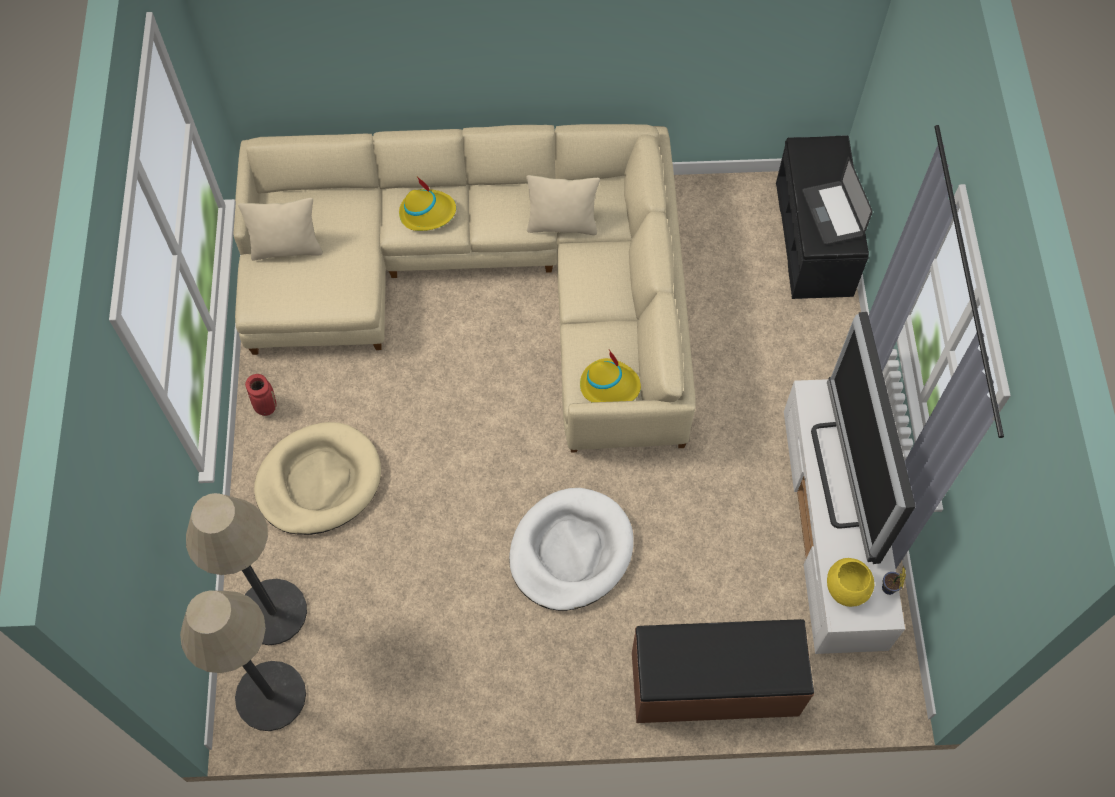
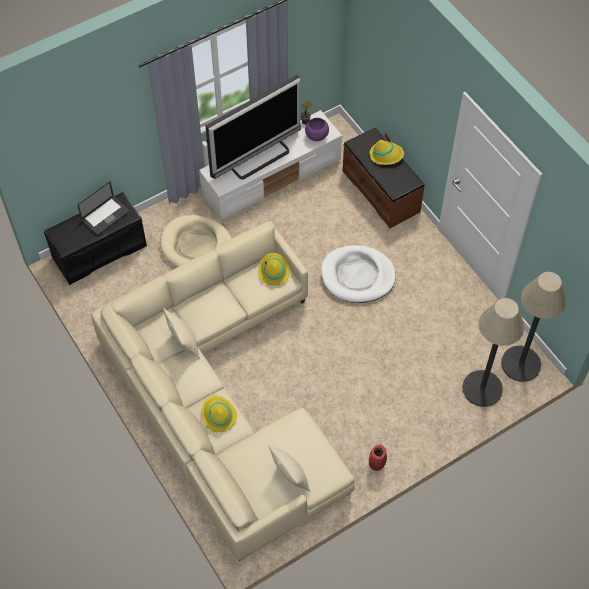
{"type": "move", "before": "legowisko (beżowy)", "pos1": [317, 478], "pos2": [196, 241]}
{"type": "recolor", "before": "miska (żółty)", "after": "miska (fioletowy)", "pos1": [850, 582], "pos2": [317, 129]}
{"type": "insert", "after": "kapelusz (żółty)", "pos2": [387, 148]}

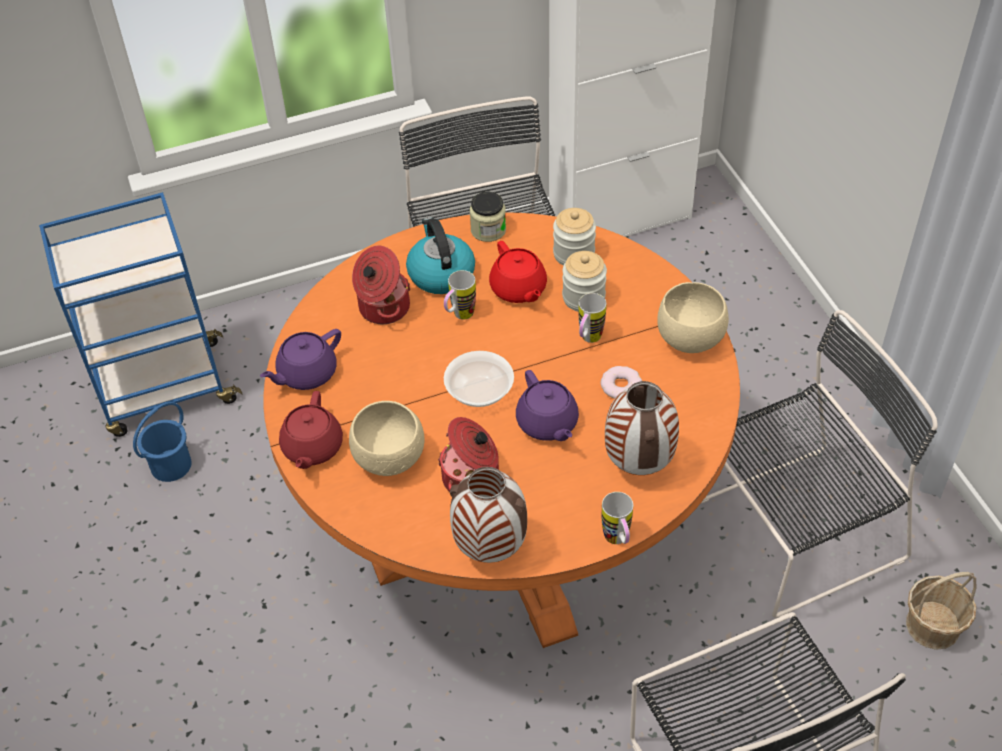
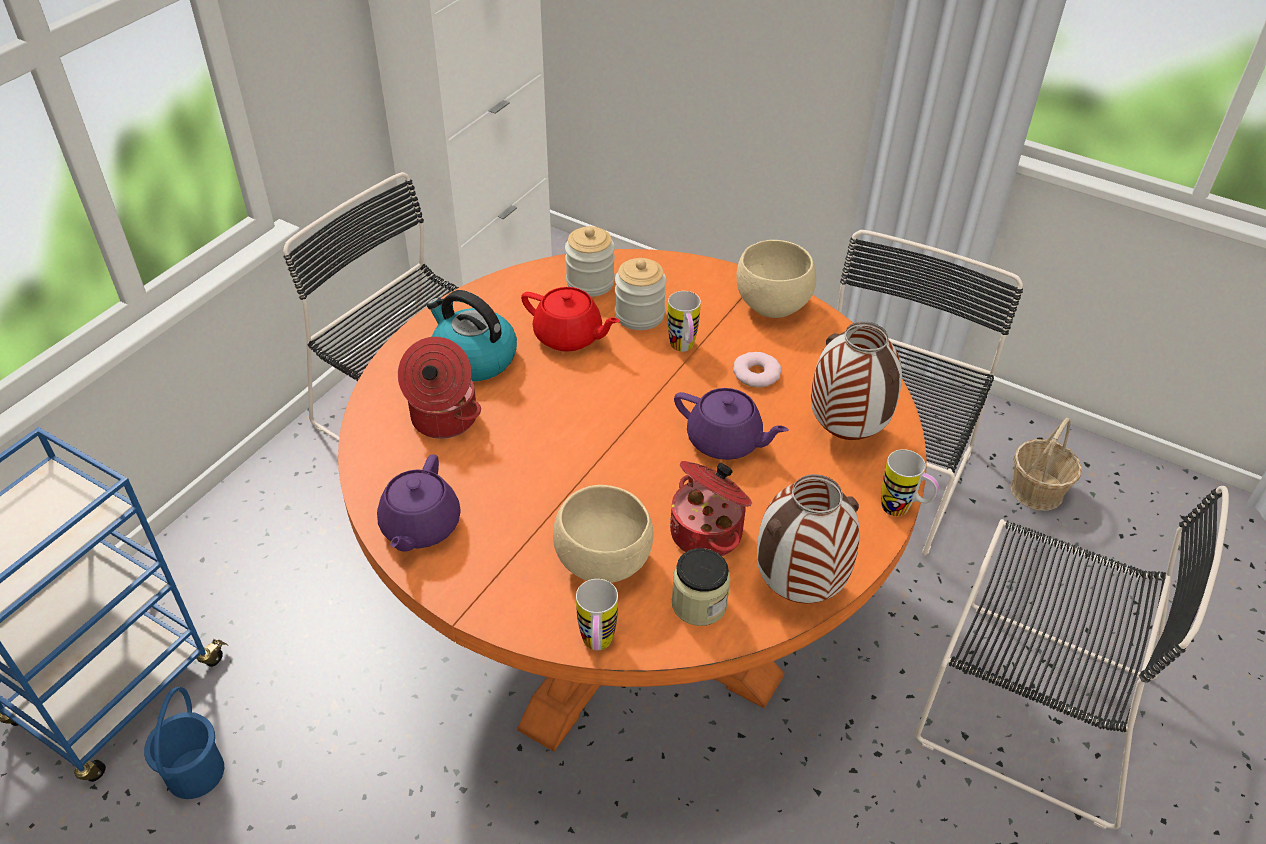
{"type": "move", "before": "kubek", "pos1": [460, 295], "pos2": [597, 614]}
{"type": "move", "before": "słoik", "pos1": [488, 217], "pos2": [701, 587]}
{"type": "delete", "before": "imbryk (czerwony)", "pos1": [311, 430]}
{"type": "delete", "before": "miska", "pos1": [479, 379]}

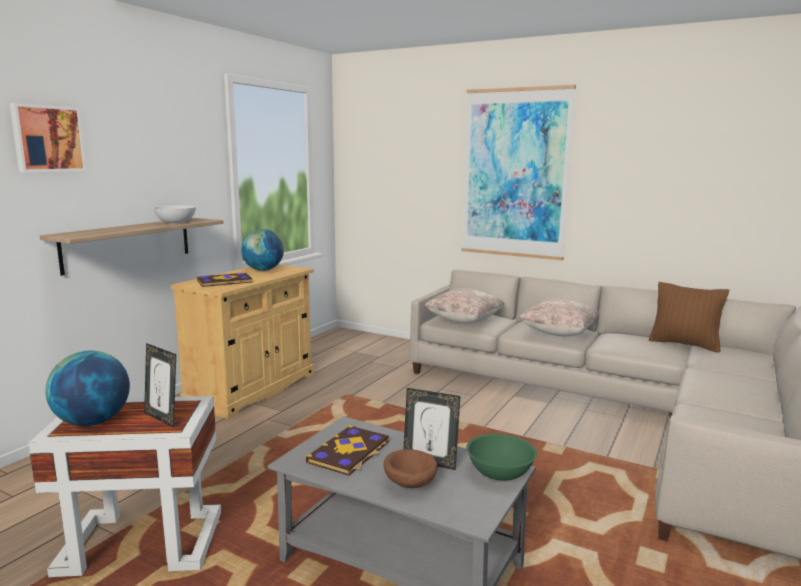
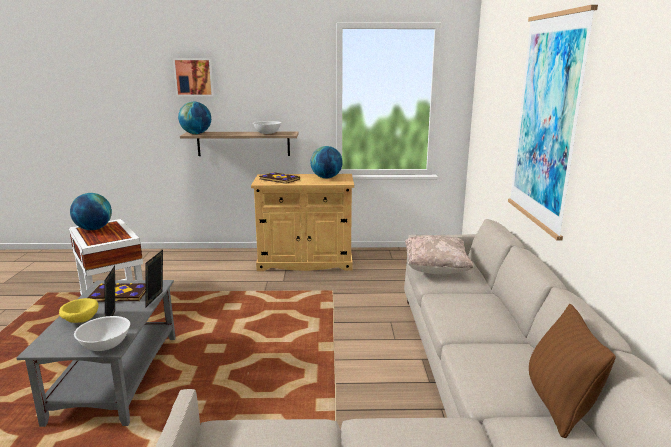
{"type": "recolor", "before": "miska (brązowy)", "after": "miska (żółty)", "pos1": [411, 468], "pos2": [78, 310]}
{"type": "recolor", "before": "miska (zielony)", "after": "miska (biały)", "pos1": [501, 457], "pos2": [102, 333]}
{"type": "move", "before": "ramka na zdjęcie", "pos1": [160, 385], "pos2": [154, 278]}
{"type": "insert", "after": "globus", "pos2": [194, 118]}
{"type": "delete", "before": "poduszka (beżowy)", "pos1": [559, 317]}

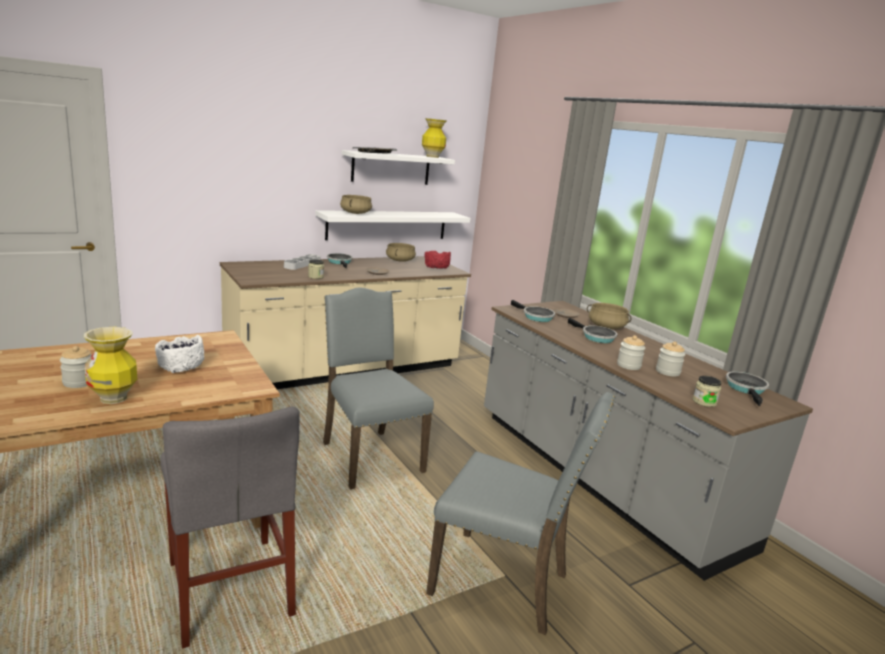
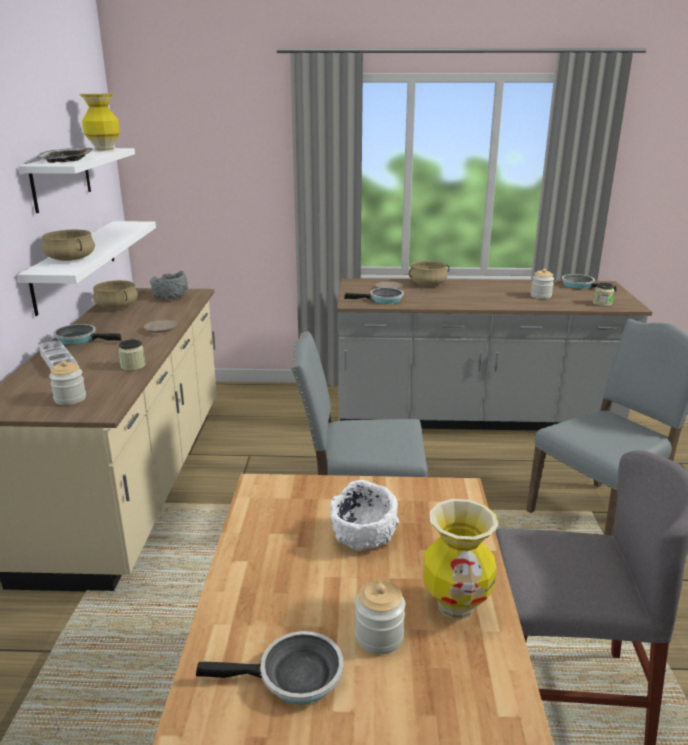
{"type": "move", "before": "słoik", "pos1": [631, 352], "pos2": [67, 383]}
{"type": "recolor", "before": "miska (czerwony)", "after": "miska (szary)", "pos1": [437, 260], "pos2": [169, 285]}
{"type": "move", "before": "patelnia", "pos1": [592, 330], "pos2": [270, 667]}

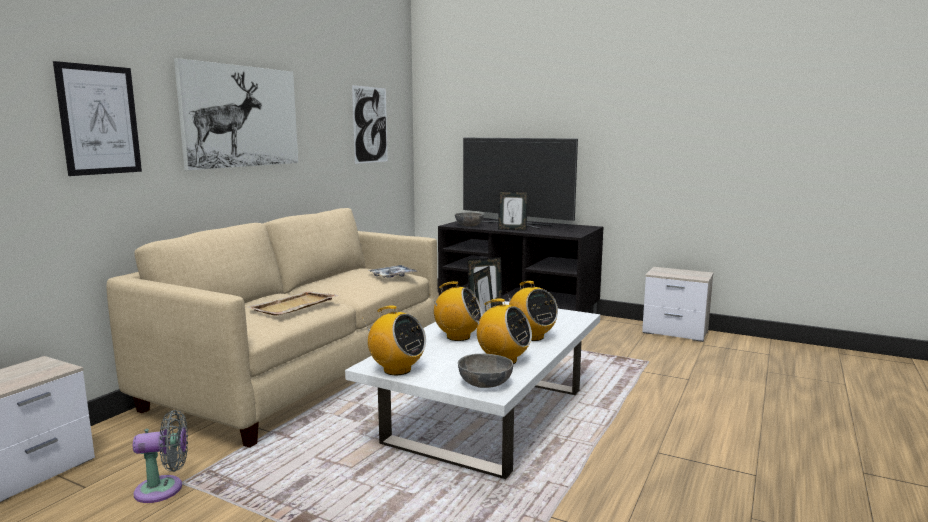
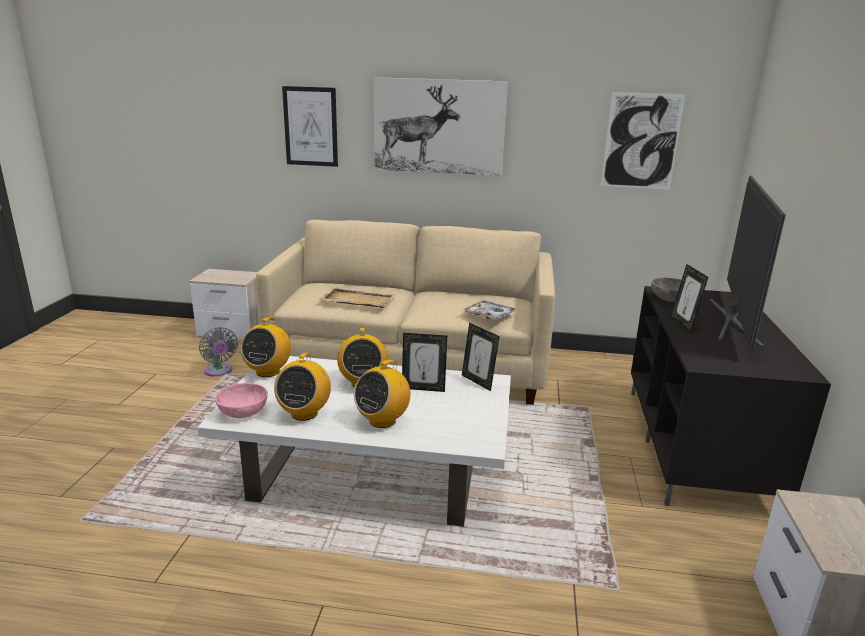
{"type": "recolor", "before": "miska (szary)", "after": "miska (różowy)", "pos1": [485, 371], "pos2": [241, 400]}

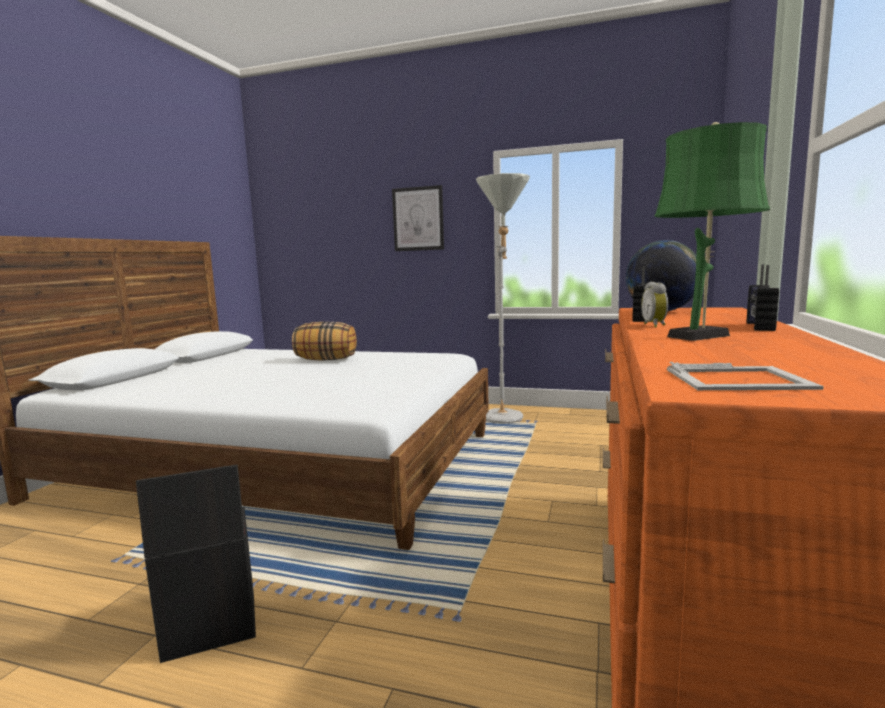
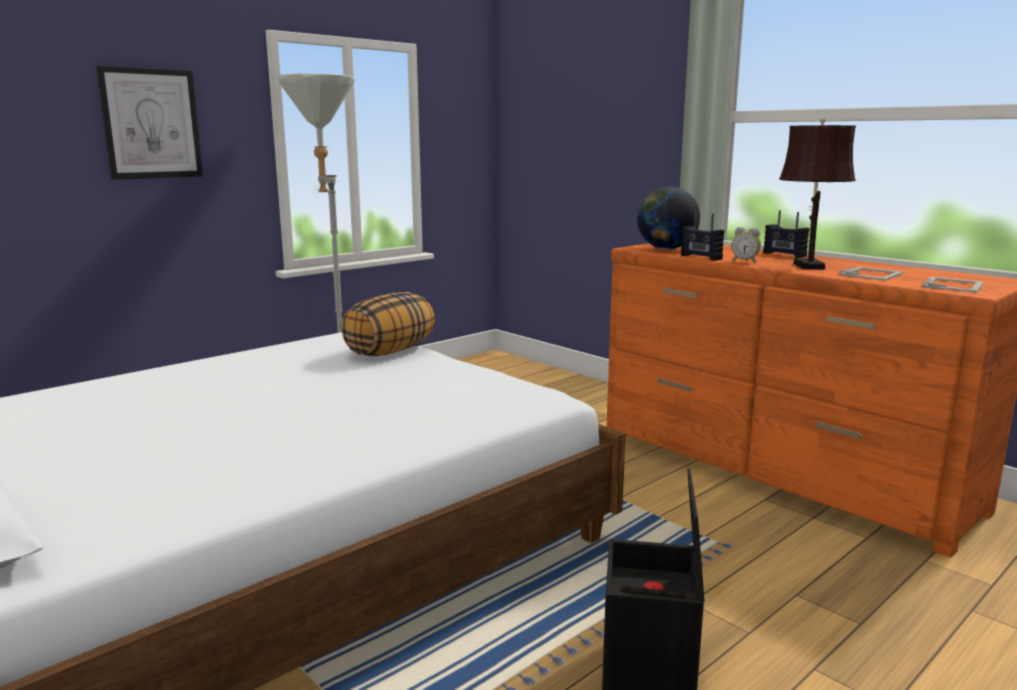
{"type": "move", "before": "poduszka", "pos1": [324, 341], "pos2": [388, 324]}
{"type": "recolor", "before": "lampa stołowa (zielony)", "after": "lampa stołowa (brązowy)", "pos1": [712, 231], "pos2": [817, 193]}
{"type": "insert", "after": "ramka na zdjęcie", "pos2": [871, 274]}

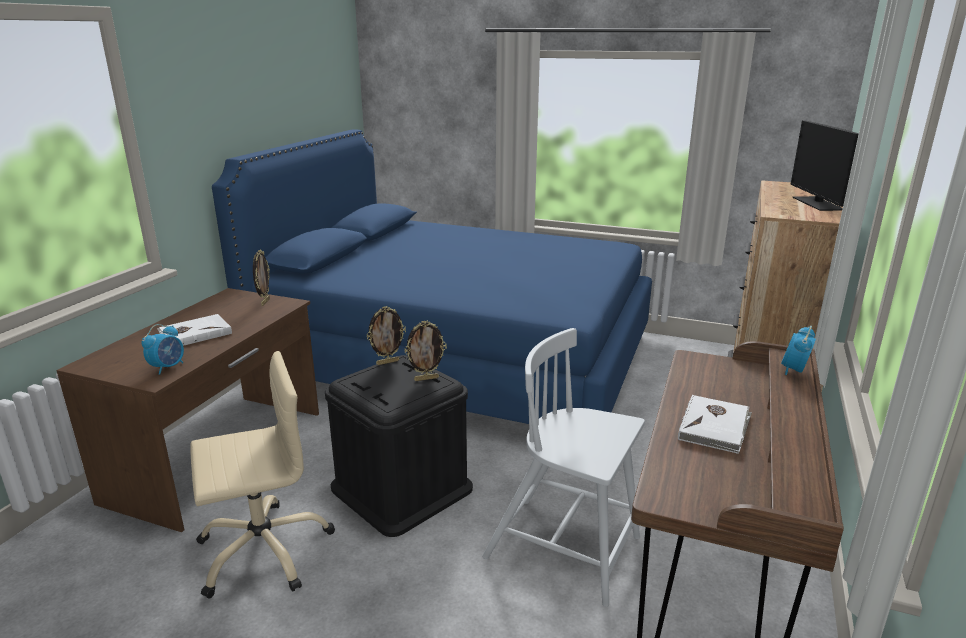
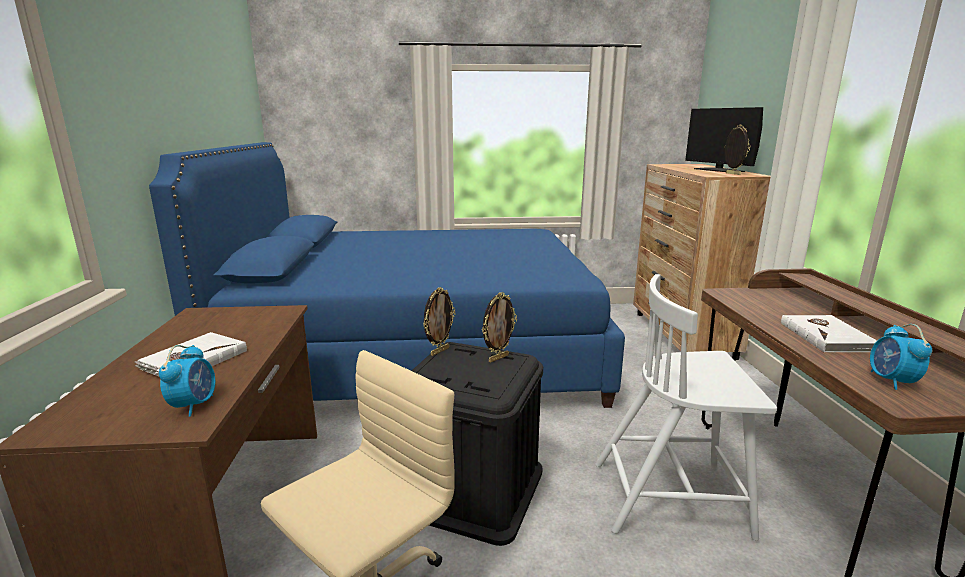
{"type": "move", "before": "ramka na zdjęcie", "pos1": [261, 277], "pos2": [738, 149]}
{"type": "move", "before": "budzik", "pos1": [798, 350], "pos2": [901, 357]}

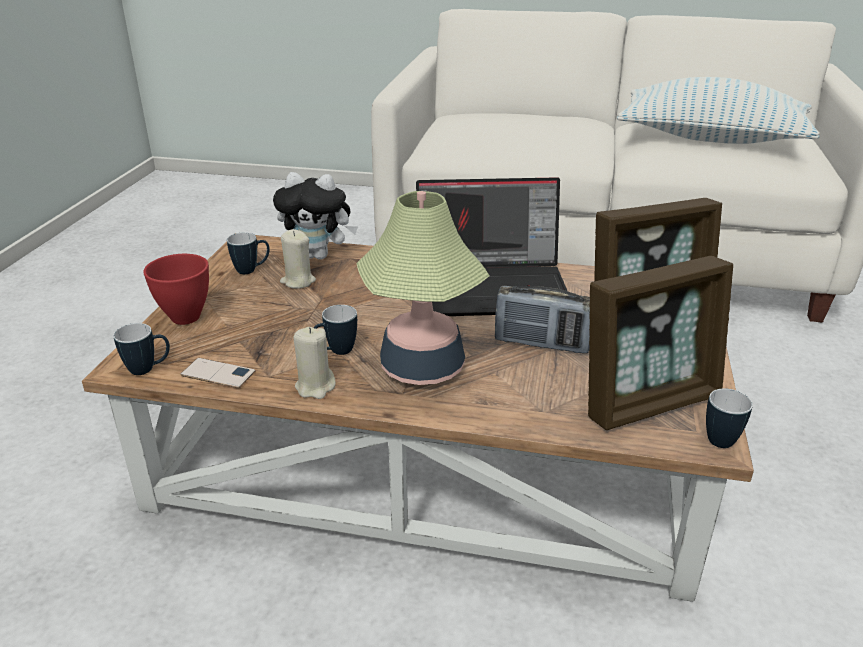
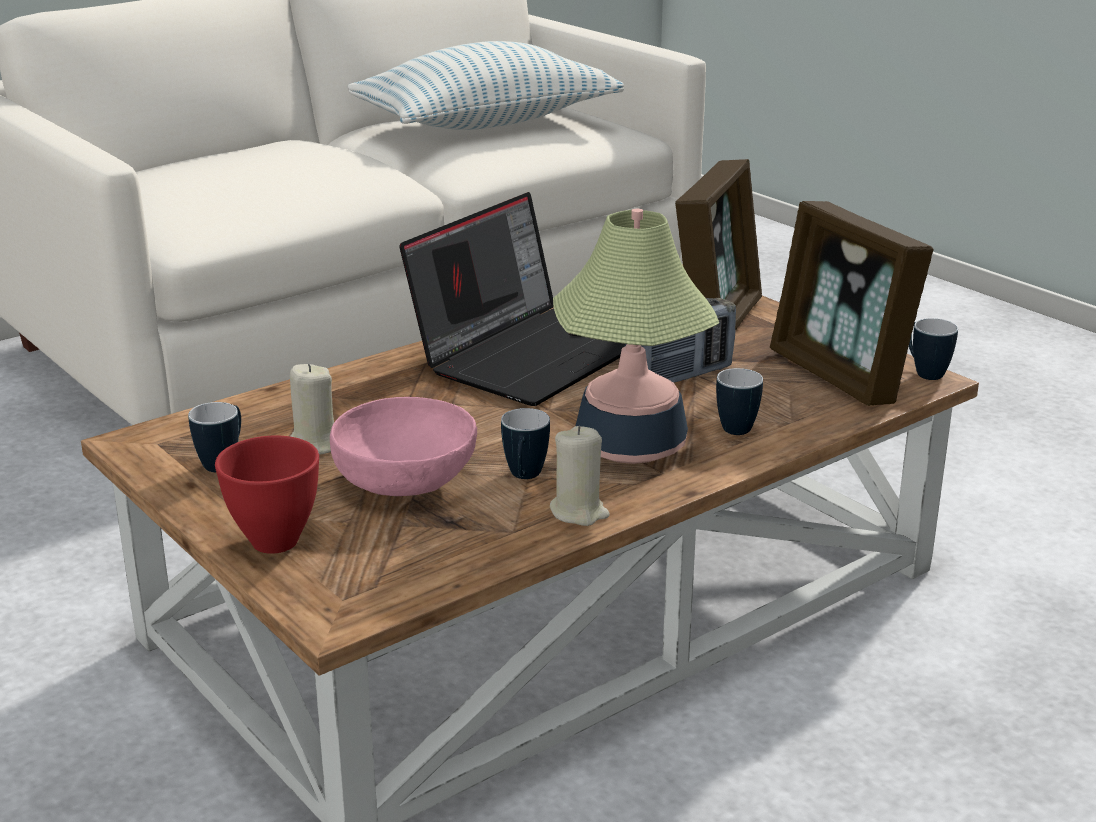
{"type": "insert", "after": "miska (różowy)", "pos2": [403, 446]}
{"type": "move", "before": "kubek", "pos1": [141, 349], "pos2": [739, 401]}
{"type": "rotate", "before": "ramka na zdjęcie", "pos1": [660, 343], "pos2": [852, 303], "turn": 135}
{"type": "delete", "before": "telefon", "pos1": [218, 373]}
{"type": "delete", "before": "pluszak", "pos1": [315, 216]}

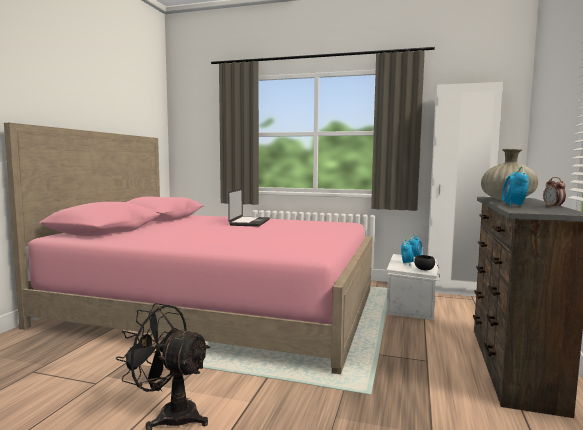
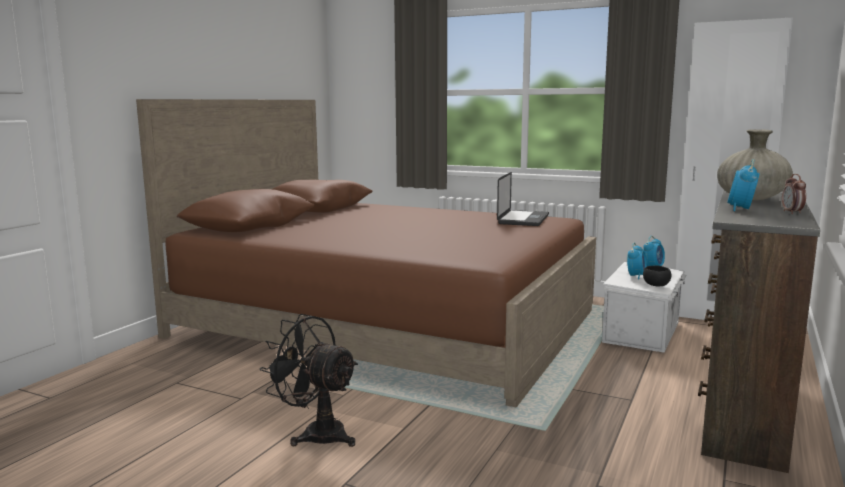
{"type": "recolor", "before": "łóżko (różowy)", "after": "łóżko (brązowy)", "pos1": [188, 248], "pos2": [366, 253]}
{"type": "move", "before": "laptop", "pos1": [249, 208], "pos2": [523, 199]}

